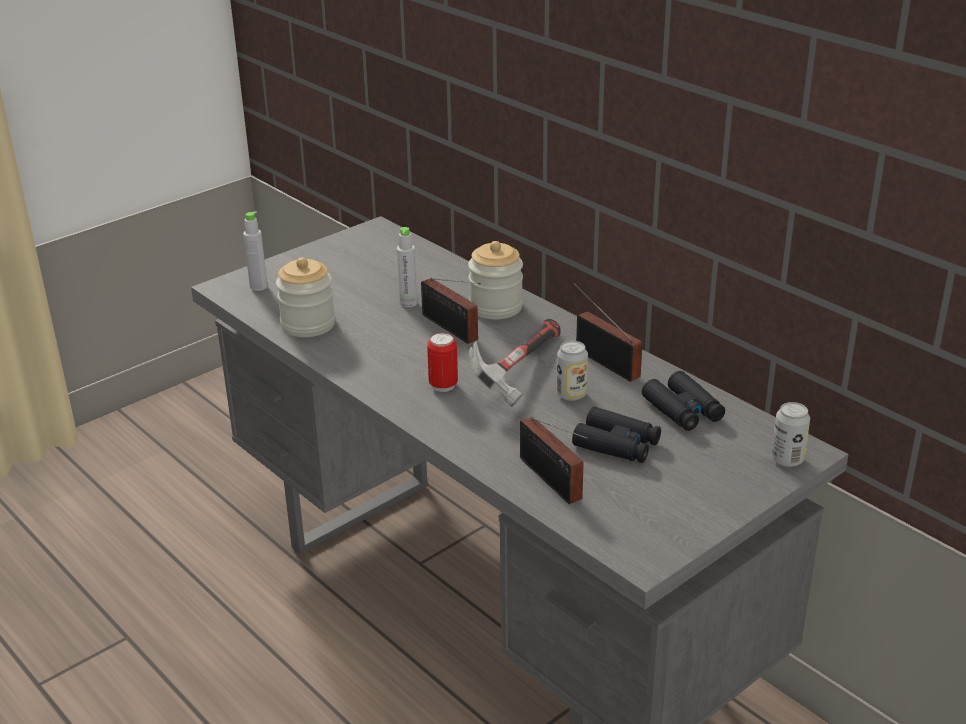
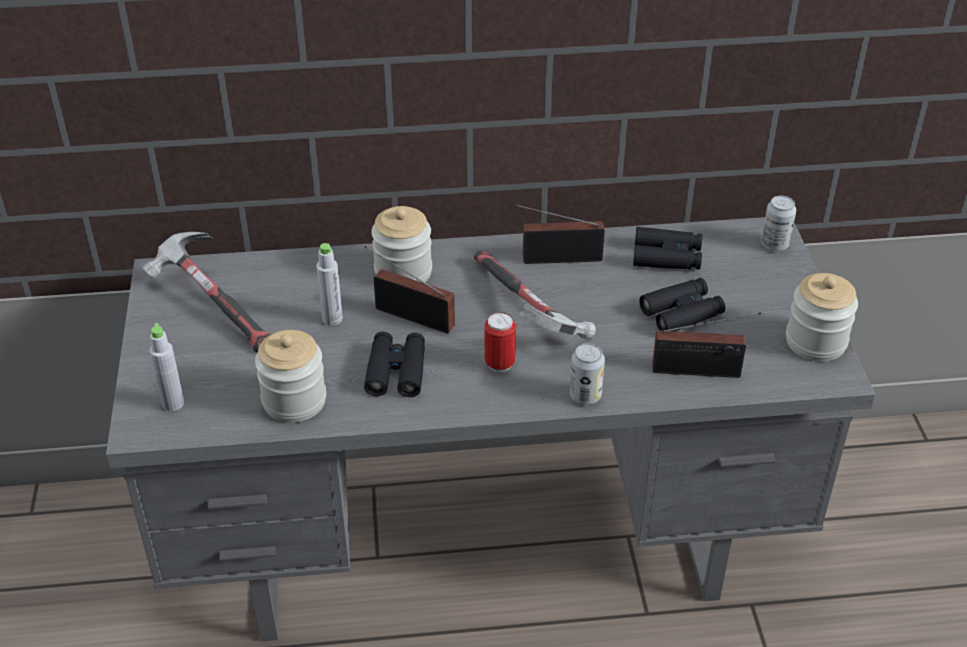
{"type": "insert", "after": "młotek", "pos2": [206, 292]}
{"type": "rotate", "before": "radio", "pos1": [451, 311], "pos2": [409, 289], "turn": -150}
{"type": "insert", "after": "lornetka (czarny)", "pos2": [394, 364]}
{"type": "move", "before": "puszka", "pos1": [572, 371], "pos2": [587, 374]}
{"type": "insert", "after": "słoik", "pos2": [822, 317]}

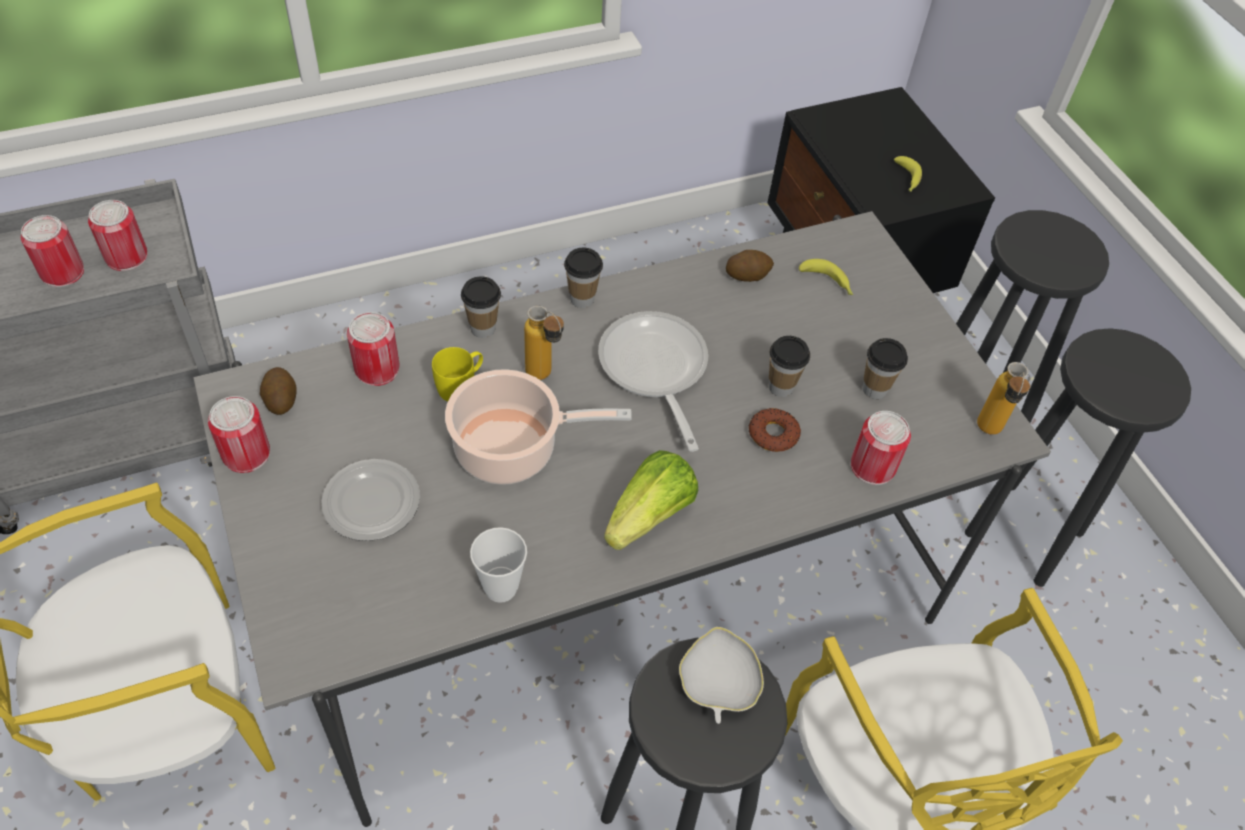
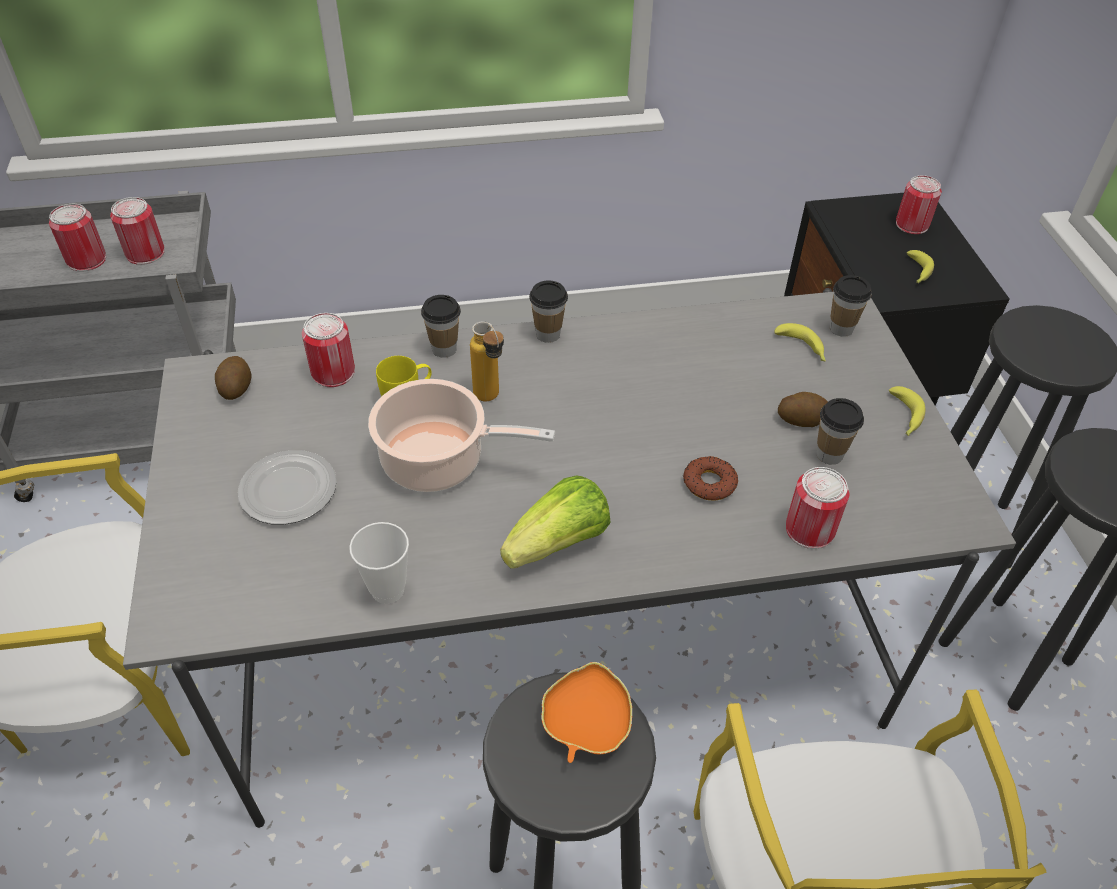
{"type": "recolor", "before": "miska (biały)", "after": "miska (pomarańczowy)", "pos1": [721, 675], "pos2": [586, 712]}
{"type": "move", "before": "ziemniak", "pos1": [750, 266], "pos2": [803, 409]}
{"type": "move", "before": "filiżanka", "pos1": [789, 366], "pos2": [851, 306]}
{"type": "insert", "after": "banan", "pos2": [907, 411]}
{"type": "move", "before": "puszka", "pos1": [239, 434], "pos2": [919, 204]}
{"type": "delete", "before": "patelnia", "pos1": [653, 381]}
{"type": "delete", "before": "butelka", "pos1": [1003, 398]}

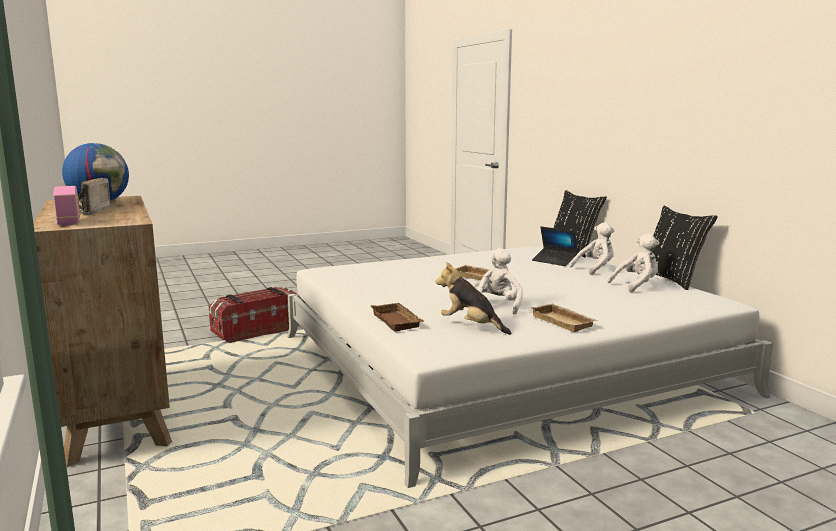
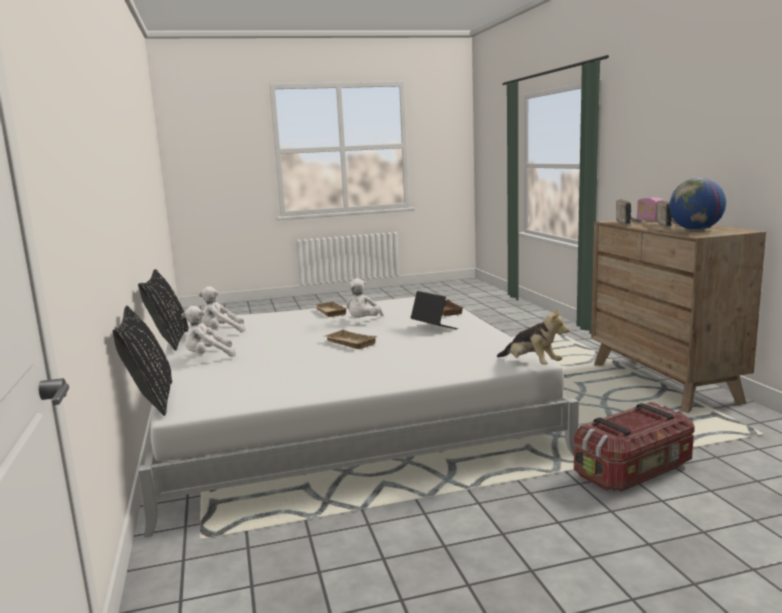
{"type": "move", "before": "laptop", "pos1": [555, 246], "pos2": [434, 310]}
{"type": "move", "before": "pluszak", "pos1": [473, 298], "pos2": [533, 336]}
{"type": "insert", "after": "radio", "pos2": [630, 211]}

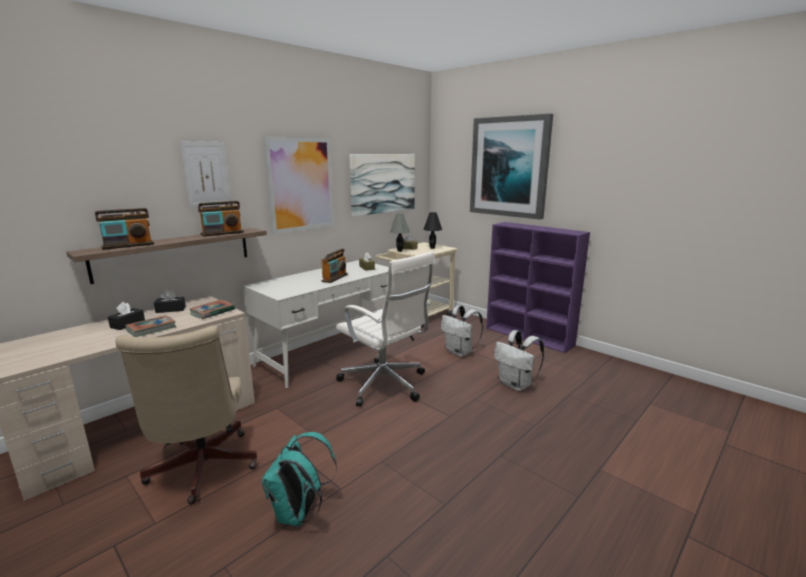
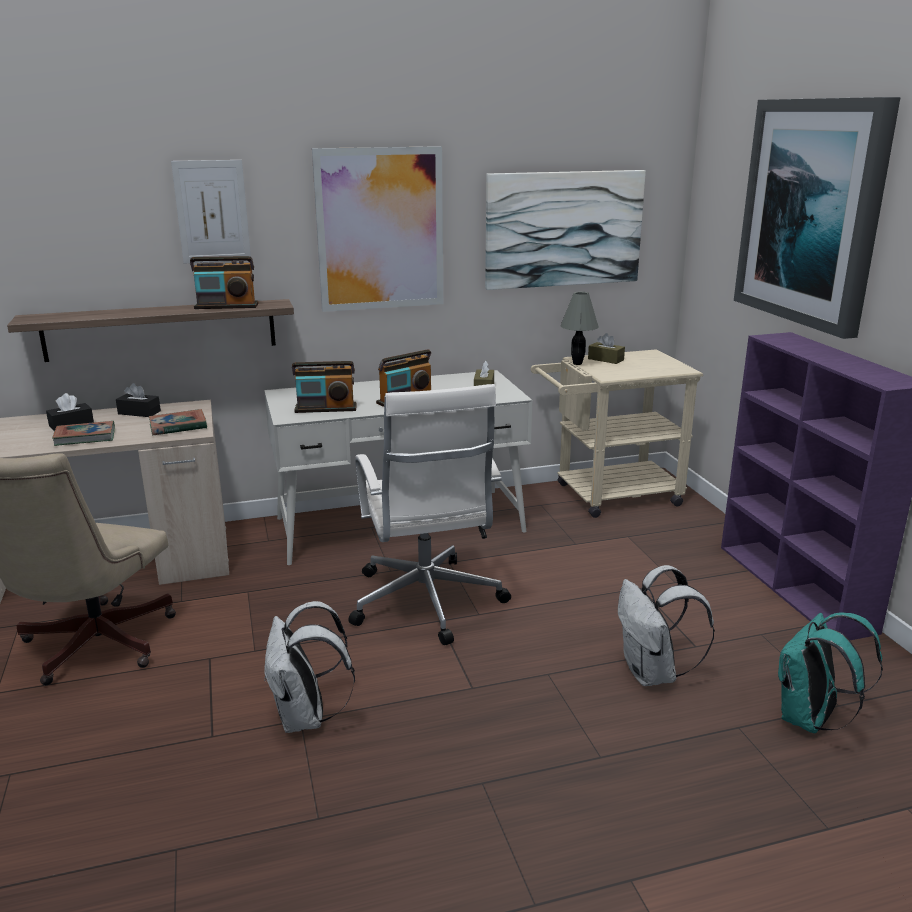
{"type": "move", "before": "plecak (biały)", "pos1": [462, 331], "pos2": [309, 667]}
{"type": "move", "before": "radio", "pos1": [124, 229], "pos2": [324, 387]}
{"type": "move", "before": "plecak (turkusowy)", "pos1": [299, 479], "pos2": [830, 672]}
{"type": "delete", "before": "lampa stołowa (czarny)", "pos1": [433, 230]}

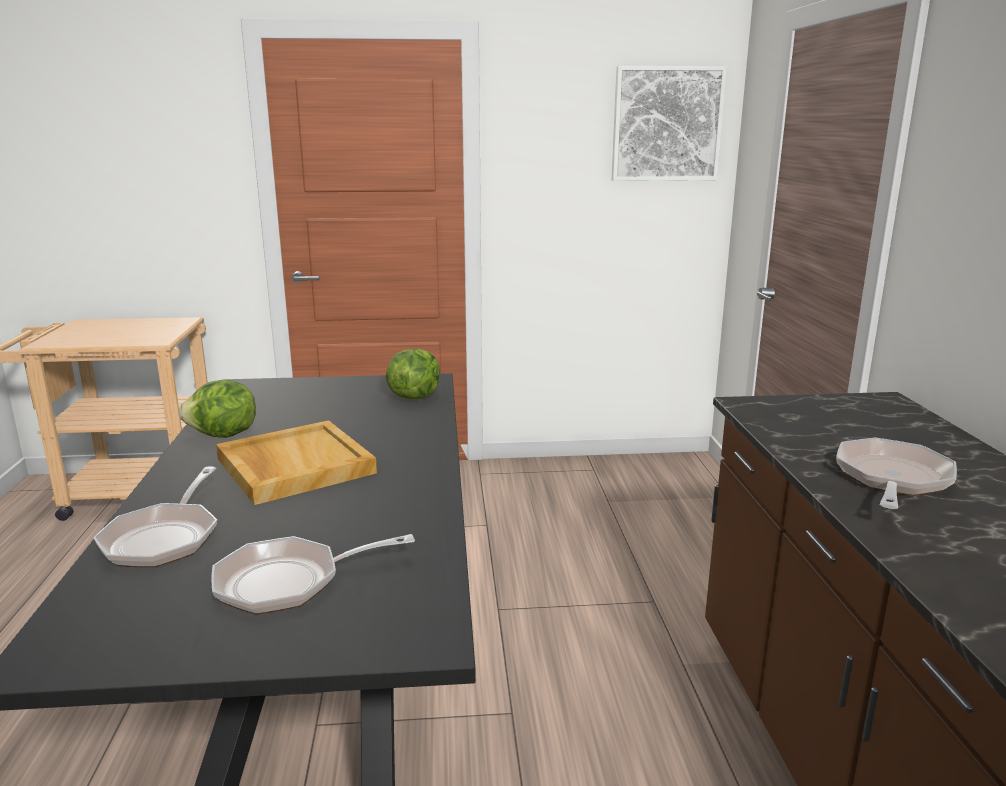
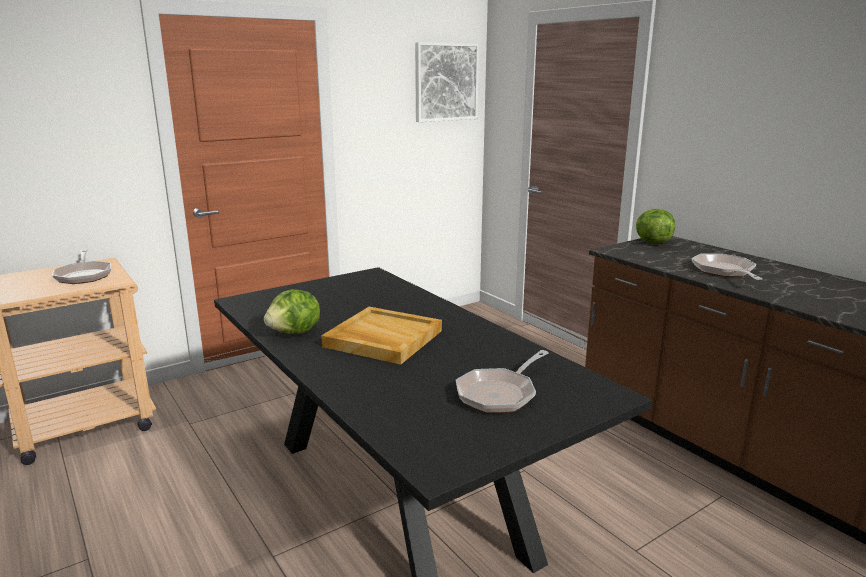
{"type": "move", "before": "patelnia", "pos1": [155, 517], "pos2": [81, 267]}
{"type": "move", "before": "sałata", "pos1": [412, 374], "pos2": [655, 226]}

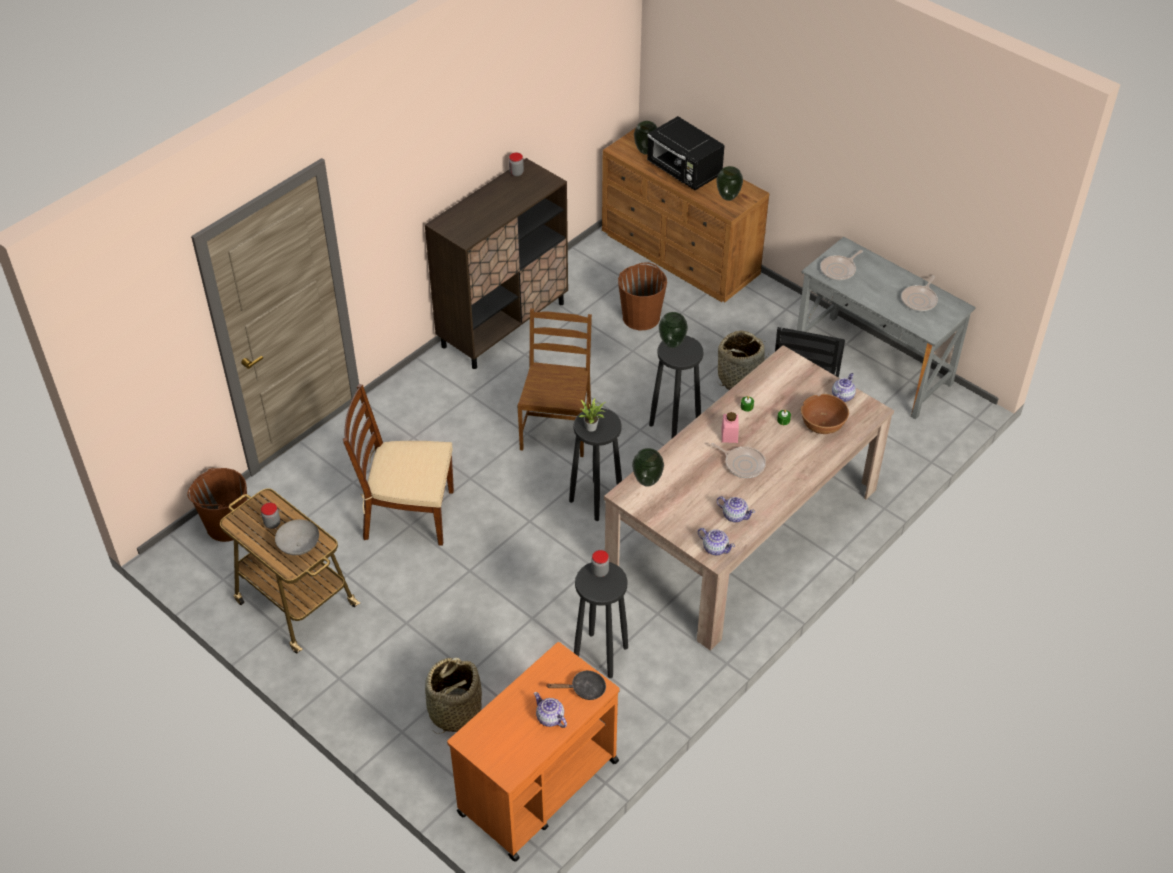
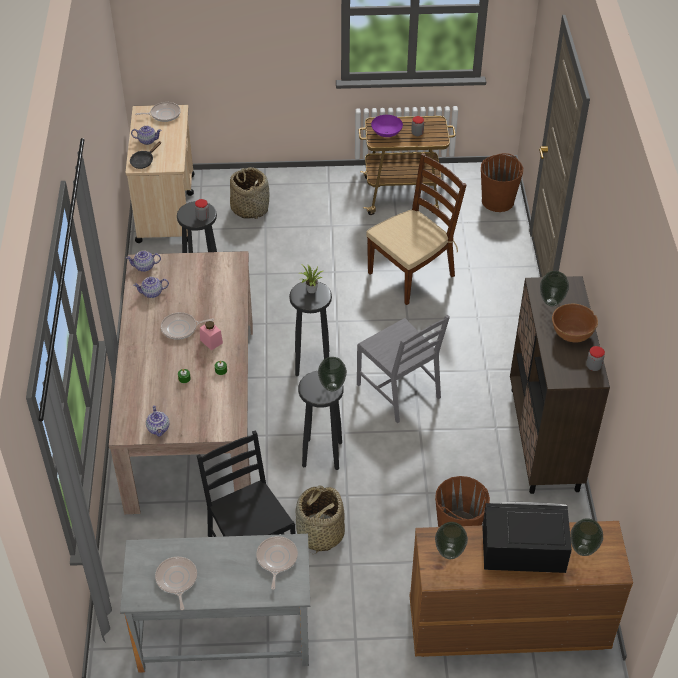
{"type": "recolor", "before": "wózek (pomarańczowy)", "after": "wózek (beżowy)", "pos1": [533, 752], "pos2": [160, 174]}
{"type": "insert", "after": "patelnia", "pos2": [158, 112]}
{"type": "recolor", "before": "krzesło (brązowy)", "after": "krzesło (szary)", "pos1": [554, 382], "pos2": [403, 369]}
{"type": "recolor", "before": "miska (szary)", "after": "miska (fioletowy)", "pos1": [297, 537], "pos2": [387, 126]}
{"type": "move", "before": "wazon", "pos1": [648, 467], "pos2": [554, 289]}
{"type": "move", "before": "miska (brązowy)", "pos1": [825, 414], "pos2": [575, 323]}

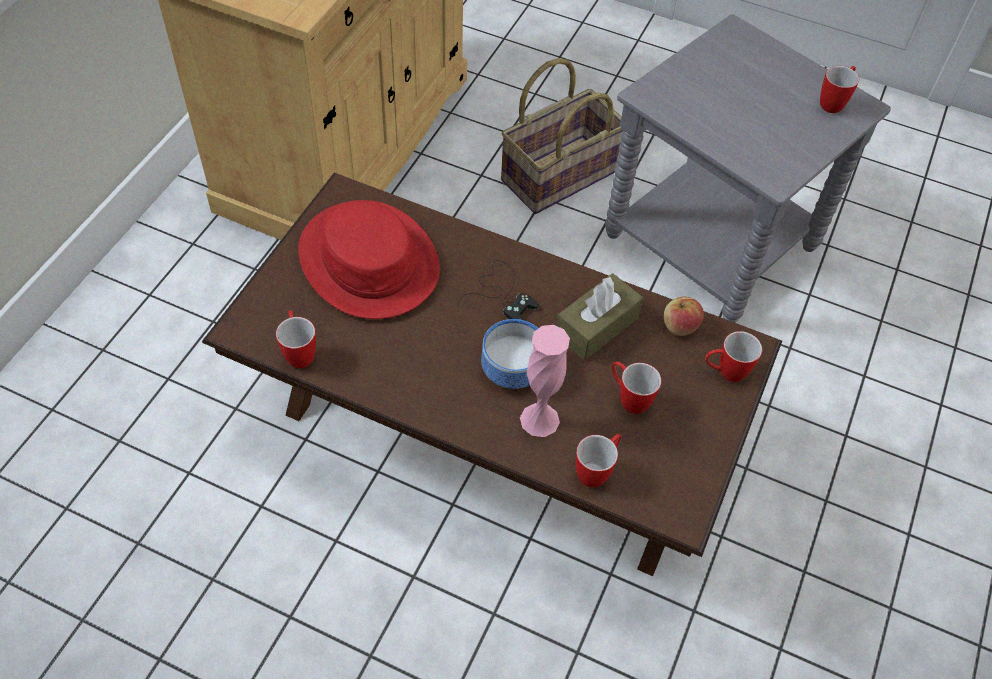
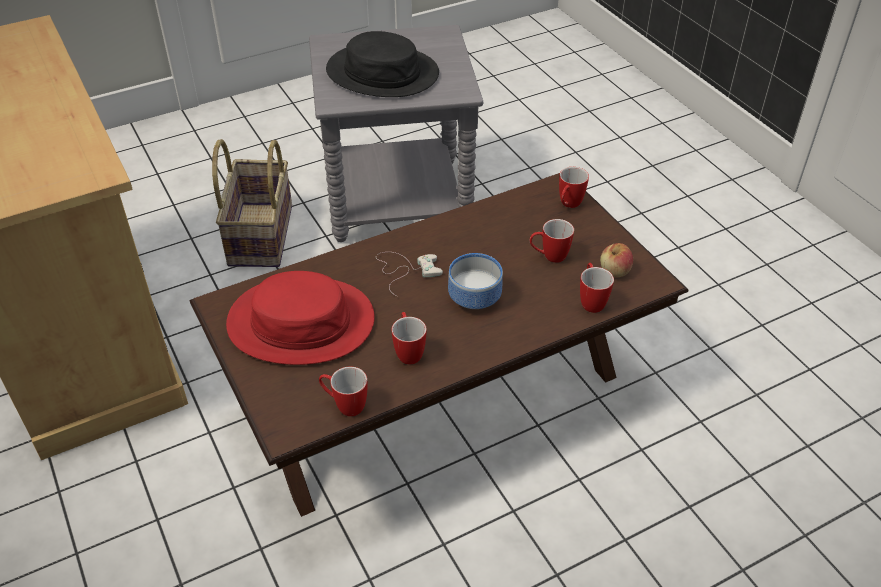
{"type": "insert", "after": "kapelusz (czarny)", "pos2": [382, 64]}
{"type": "recolor", "before": "pad do gier (czarny)", "after": "pad do gier (biały)", "pos1": [498, 290], "pos2": [409, 274]}
{"type": "move", "before": "kubek", "pos1": [839, 89], "pos2": [409, 338]}
{"type": "move", "before": "jabłko", "pos1": [684, 316], "pos2": [616, 260]}
{"type": "delete", "before": "wazon (różowy)", "pos1": [545, 381]}
{"type": "delete", "before": "pudełko chusteczek (brązowy)", "pos1": [599, 316]}

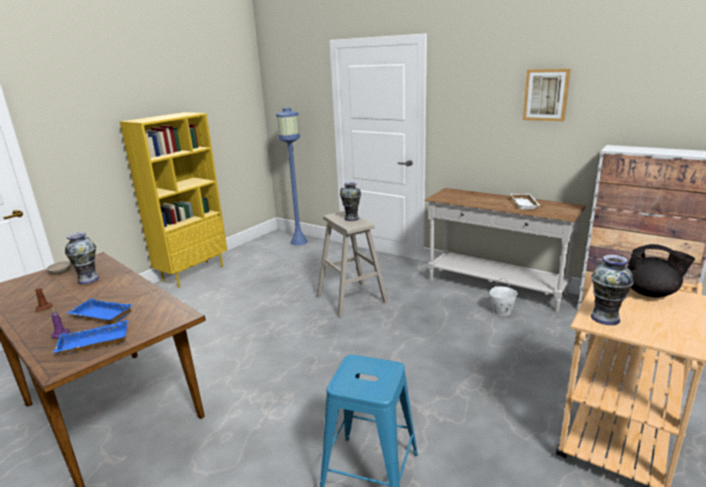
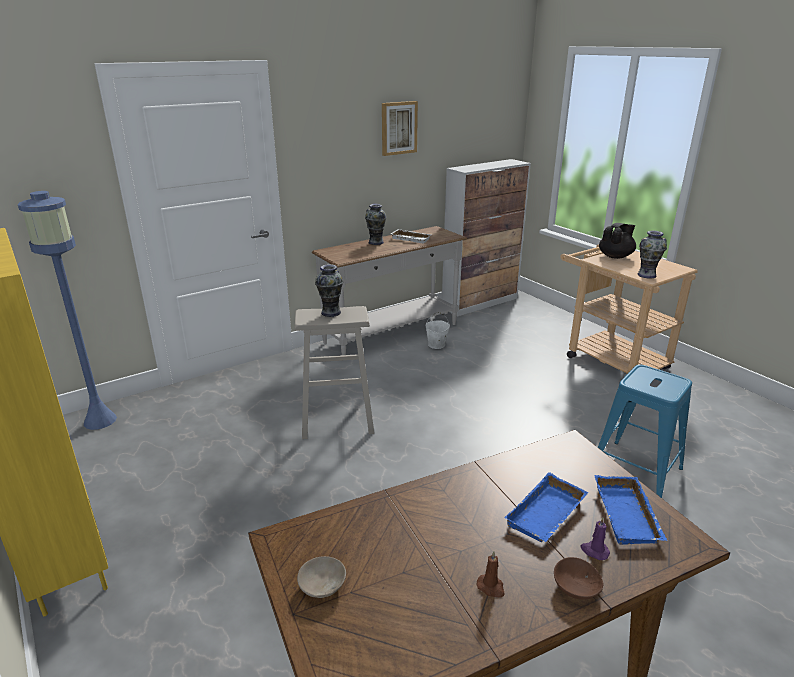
{"type": "move", "before": "wazon", "pos1": [82, 258], "pos2": [375, 224]}
{"type": "insert", "after": "miska (brązowy)", "pos2": [579, 578]}

